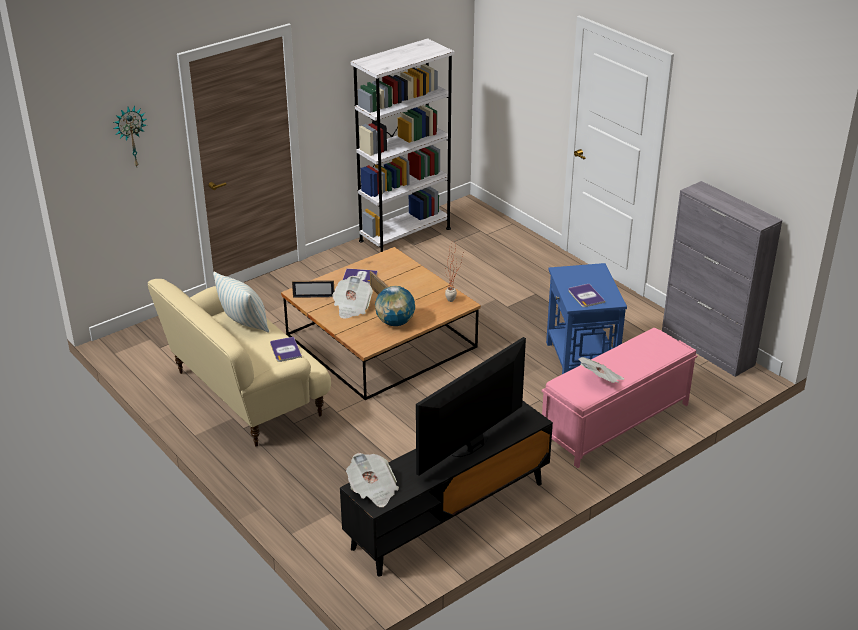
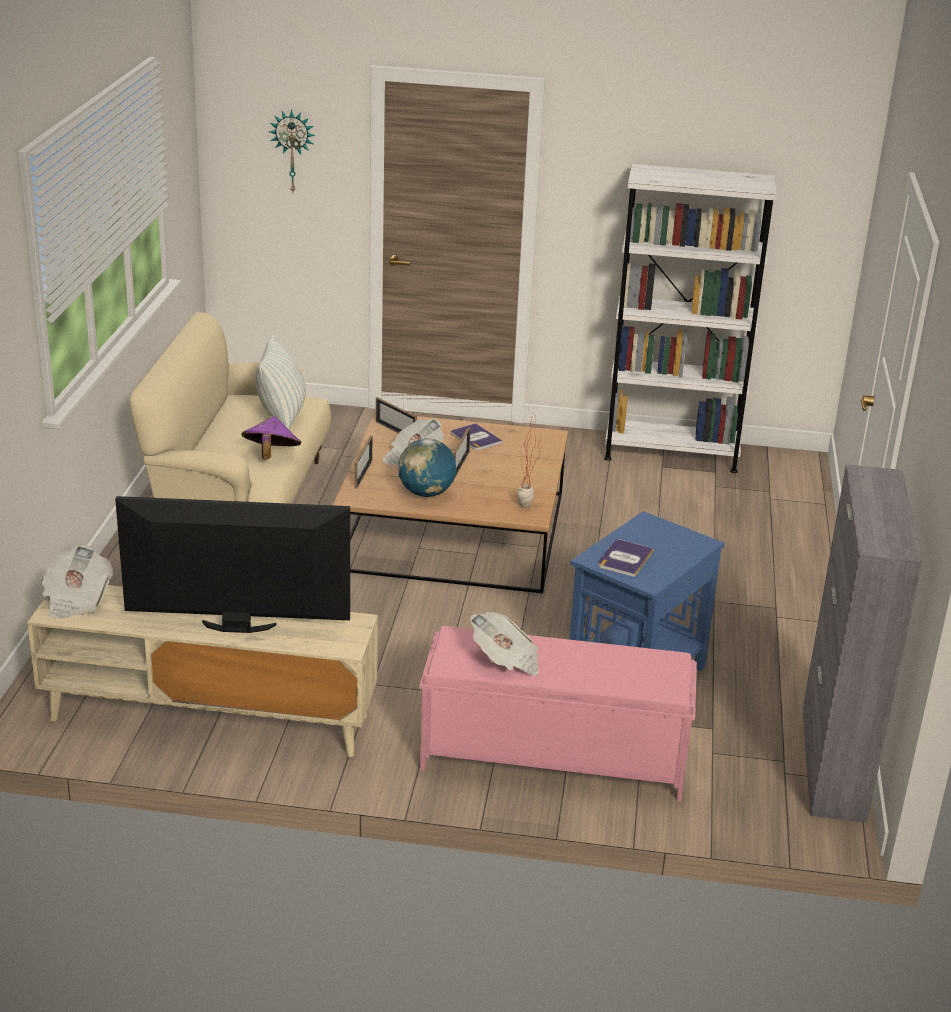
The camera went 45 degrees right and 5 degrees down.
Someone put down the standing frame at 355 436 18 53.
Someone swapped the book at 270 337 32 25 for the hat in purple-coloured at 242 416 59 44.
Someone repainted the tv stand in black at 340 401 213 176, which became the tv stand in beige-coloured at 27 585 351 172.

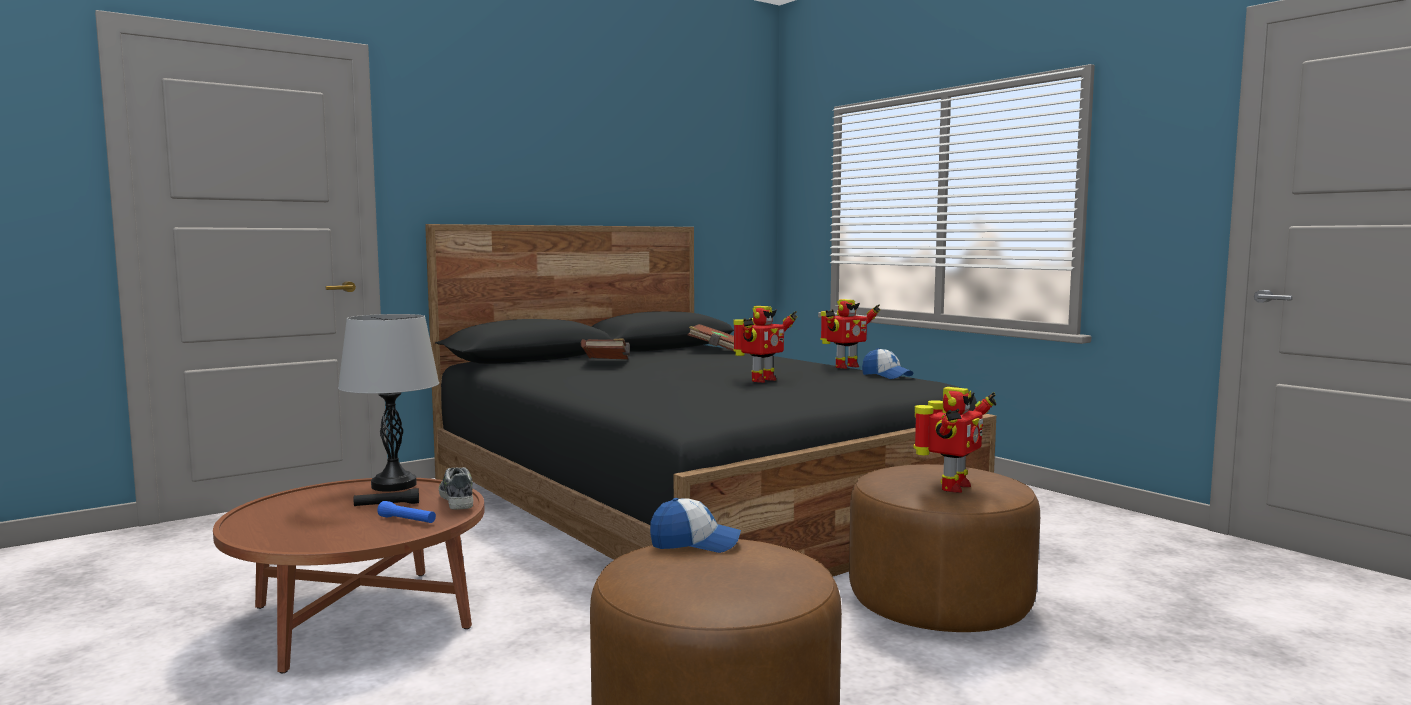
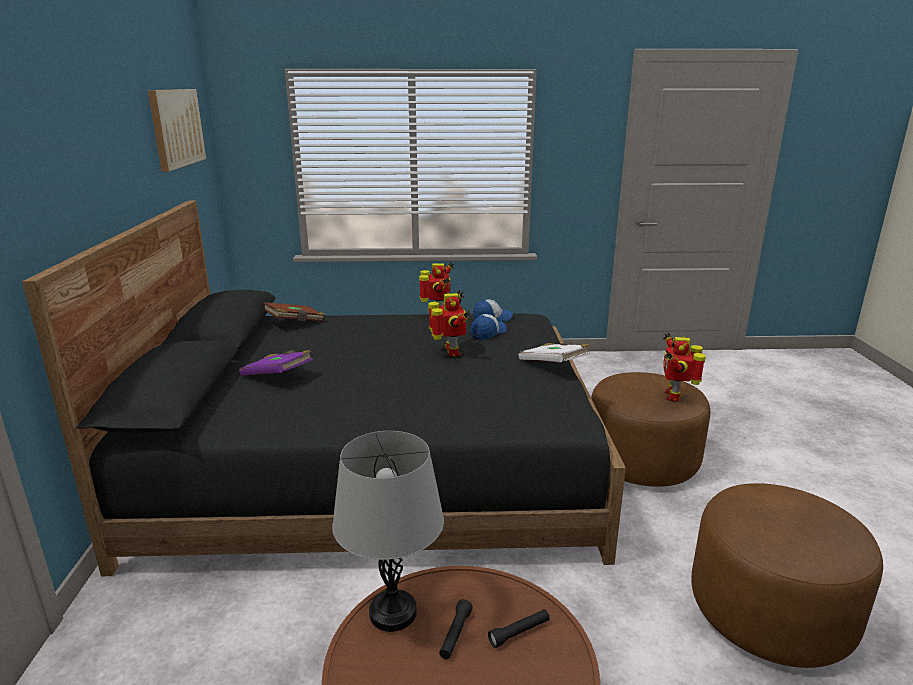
The camera went 55 degrees left and 15 degrees up.
Someone took away the low shoe at 439 467 34 43.
Someone put up the picture at 148 89 58 83.
Someone put down the book in white at 518 342 72 20.
Someone carried the cap from 650 498 91 55 to 471 314 36 26.
Someone repainted the flashlight in blue at 377 501 59 22, which became the flashlight in black at 488 609 62 39.
Someone repainted the book in brownish at 581 338 49 22, which became the book in purple-coloured at 239 350 74 26.
Someone rotated the model robot at 914 387 82 106 by 150 degrees counterclockwise.

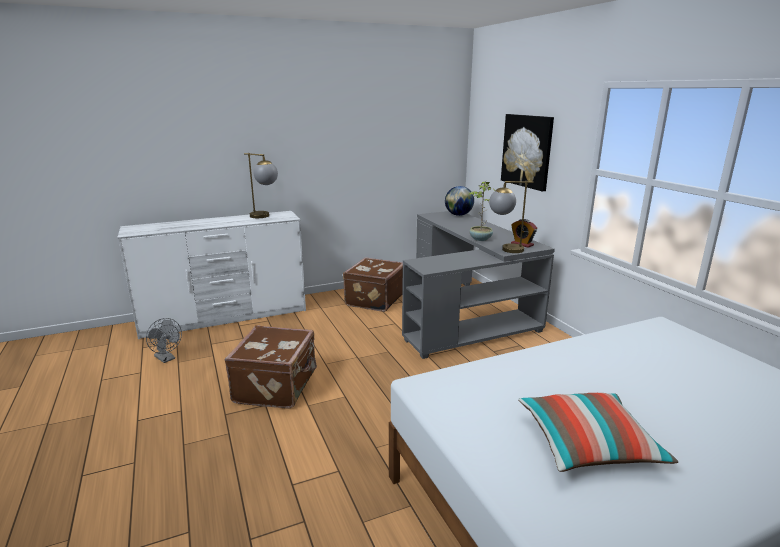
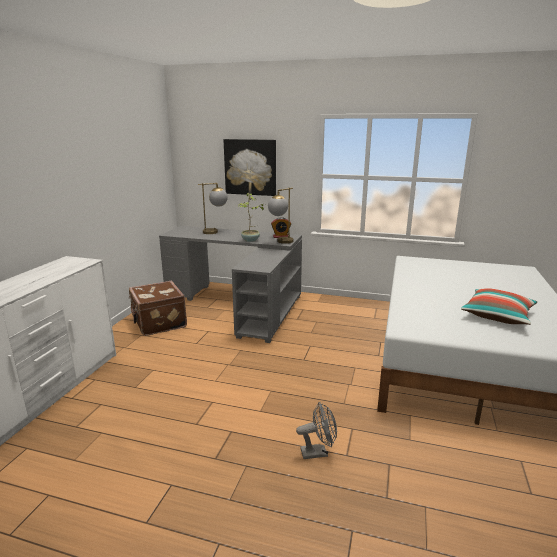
The camera went 50 degrees left and 0 degrees up.
Someone took away the suitcase in brownish at 225 325 92 84.
Someone took away the desk globe at 445 186 29 30.
Someone carried the electric fan in greyish from 146 318 36 45 to 296 402 41 57.
Someone carried the lamp for a table from 244 153 34 65 to 198 183 30 51.

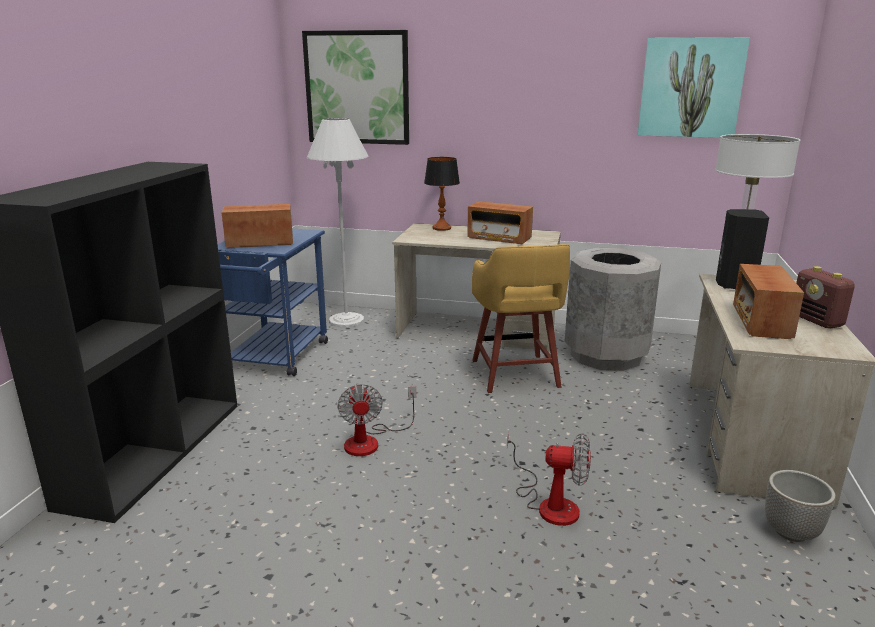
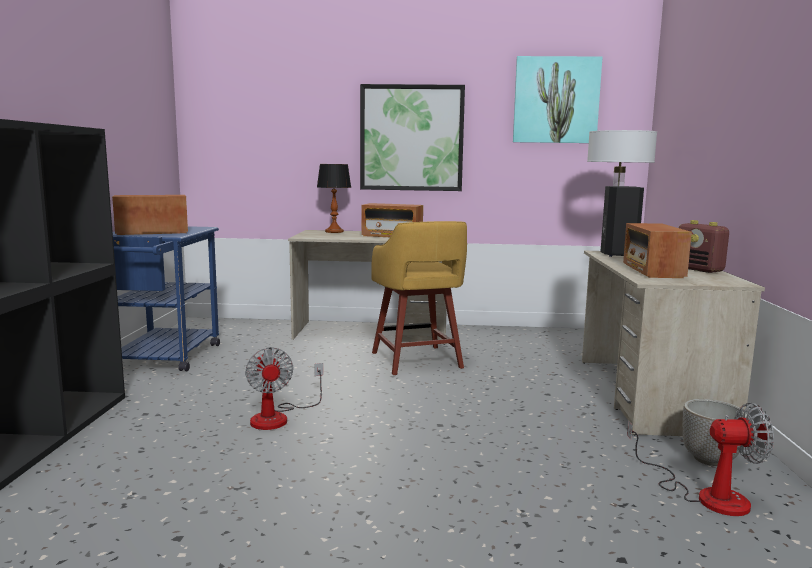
The camera went 10 degrees left and 10 degrees down.
Someone took away the floor lamp in white at 307 118 61 209.
Someone took away the trash can in greyish at 565 248 96 123.
Someone carried the picture from 302 30 107 115 to 360 84 105 107.
Someone carried the electric fan from 507 432 84 94 to 627 403 147 113.

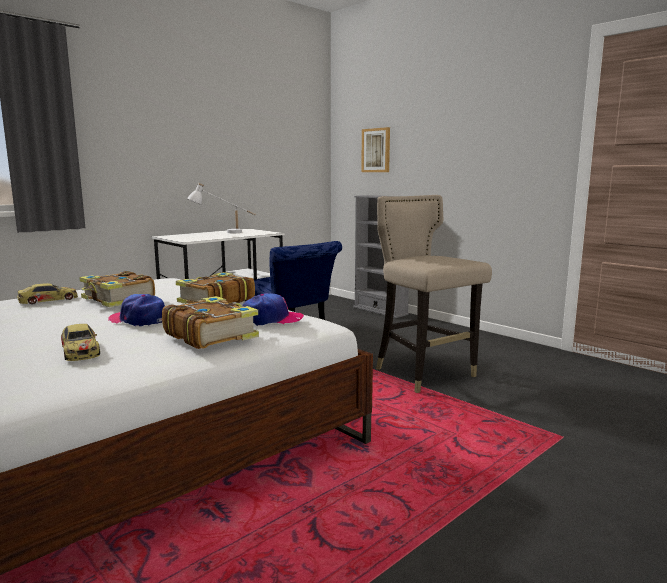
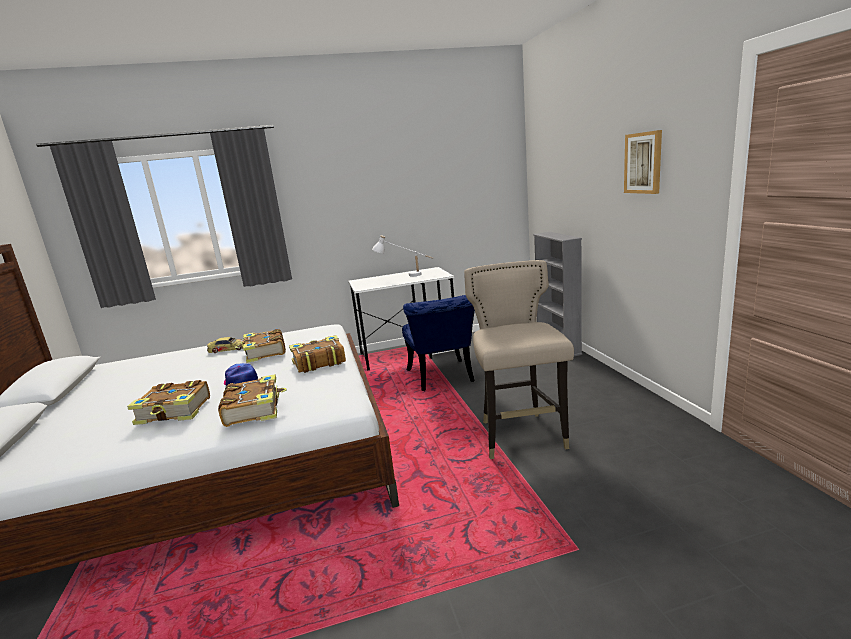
The camera went 30 degrees right and 5 degrees up.
Someone took away the cap at 242 293 62 33.
Someone carried the picture from 361 127 29 45 to 624 130 38 64.
Someone swapped the miniature car at 61 324 39 37 for the book at 127 380 83 45.

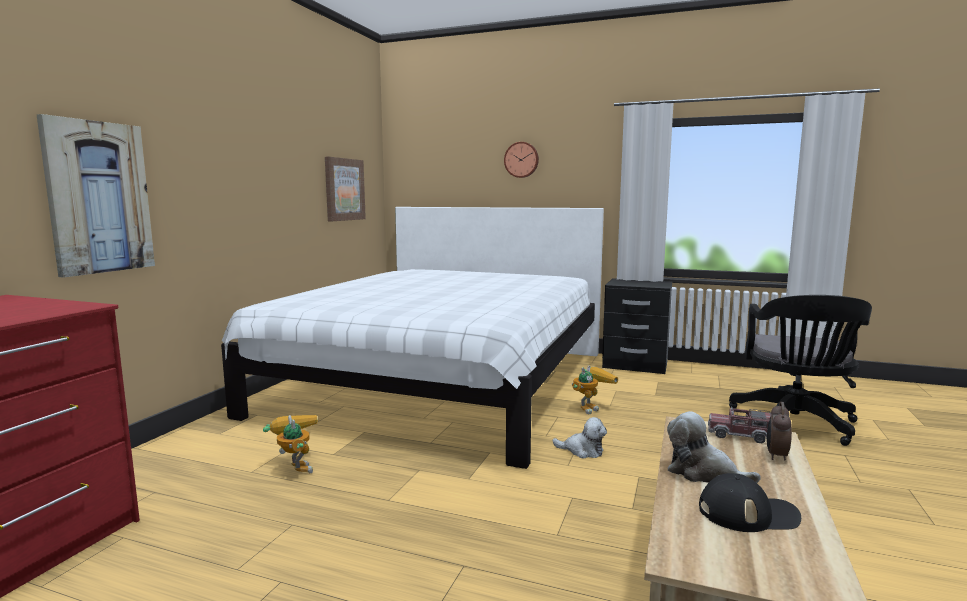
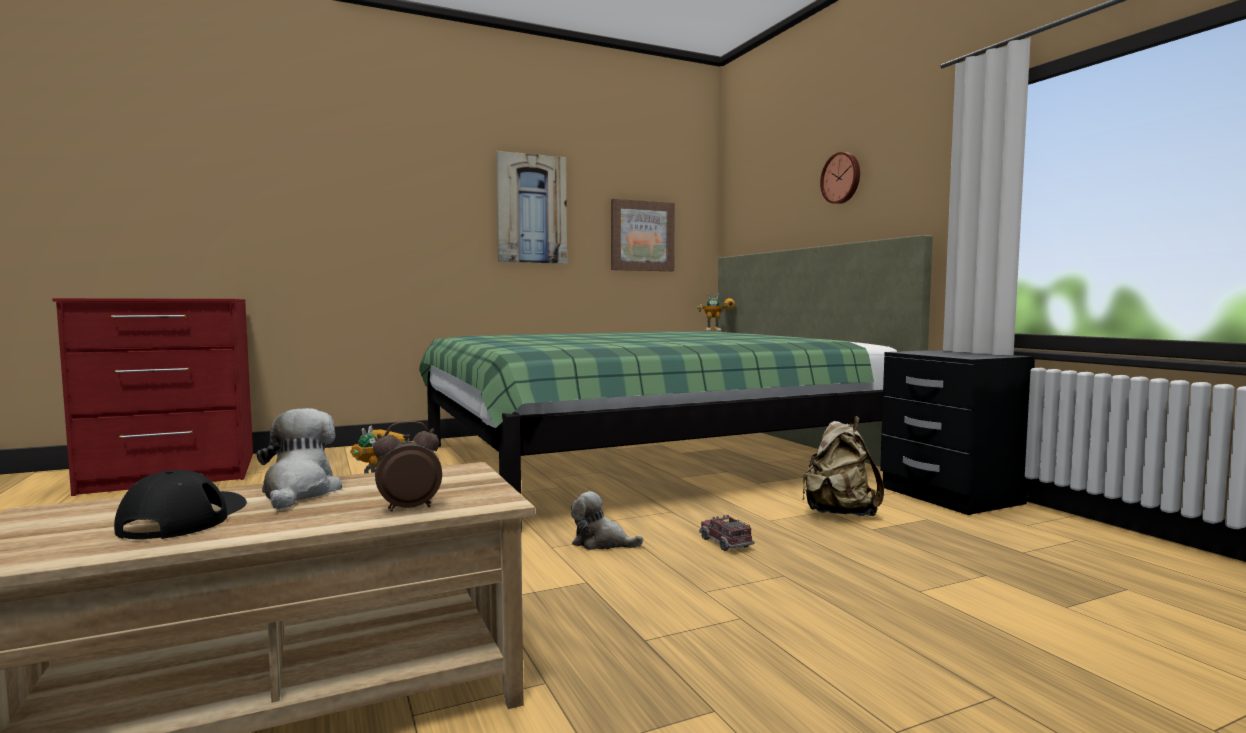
The camera went 45 degrees right and 5 degrees down.
Someone took away the computer chair in black at 729 295 143 151.
Someone put down the knapsack in beige-coloured at 802 416 82 100.
Someone carried the picture from 37 114 118 164 to 496 151 71 113.
Someone carried the model robot from 572 365 46 49 to 697 293 38 39.
Someone carried the toy truck from 708 407 64 37 to 699 514 56 37.
Someone repainted the sleeping bed in white at 221 207 383 262, which became the sleeping bed in green at 419 235 514 297.
Someone rotated the soft toy at 552 417 55 42 by 135 degrees clockwise.
Someone rotated the cap in black at 699 473 102 59 by 135 degrees counterclockwise.

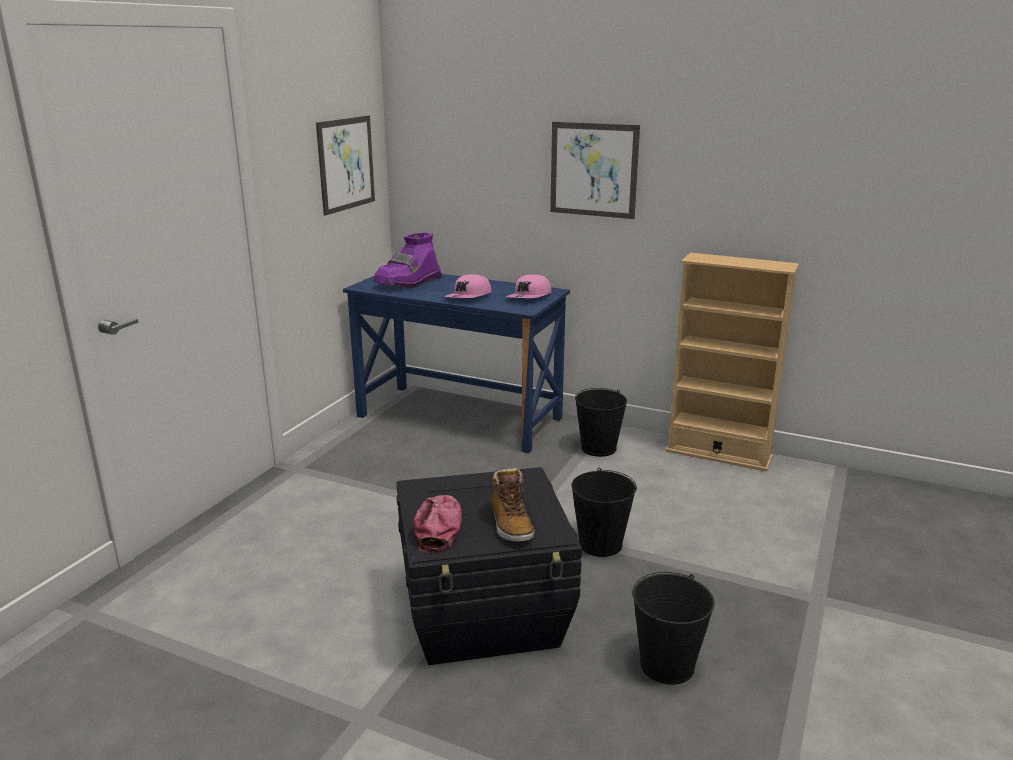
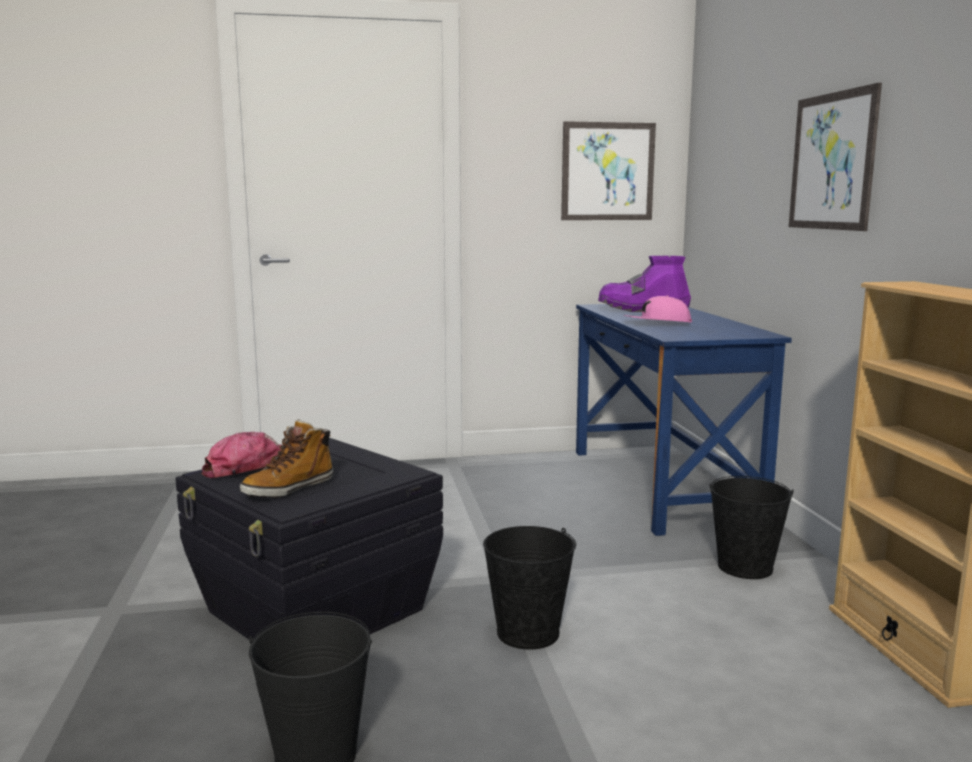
The camera went 55 degrees right and 10 degrees down.
Someone took away the cap in pink at 506 274 46 24.

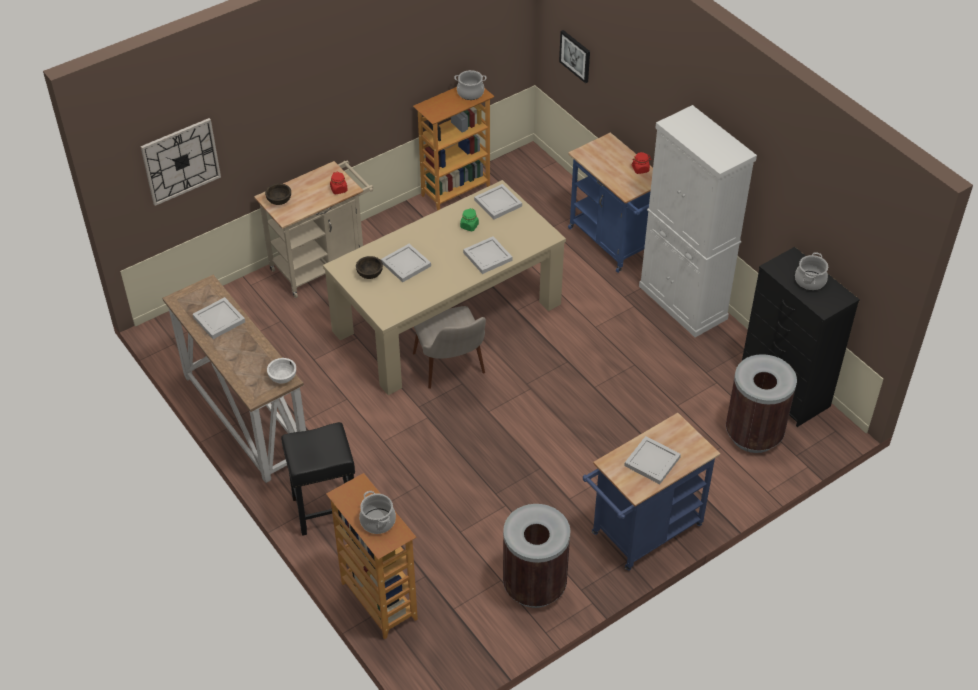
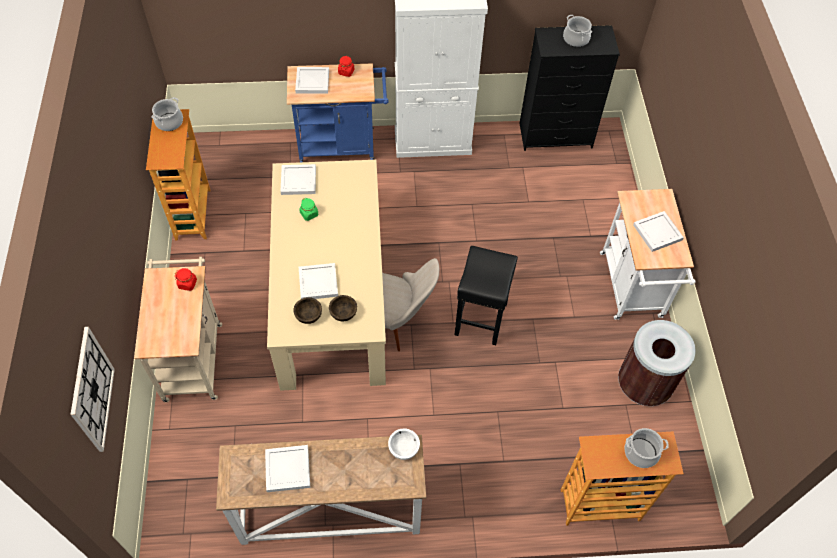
The camera went 60 degrees left and 10 degrees up.
Someone took away the picture at 559 30 31 53.
Someone took away the trash can in brownish at 726 354 71 99.
Someone carried the serving bowl in brownish from 265 183 26 22 to 329 295 28 26.
Someone carried the stool in black from 281 422 74 114 to 454 246 64 99.
Someone carried the carrying tray in white from 463 236 50 38 to 295 67 34 27.
Someone repainted the cart in blue at 583 413 137 158, which became the cart in white at 600 189 96 131.

